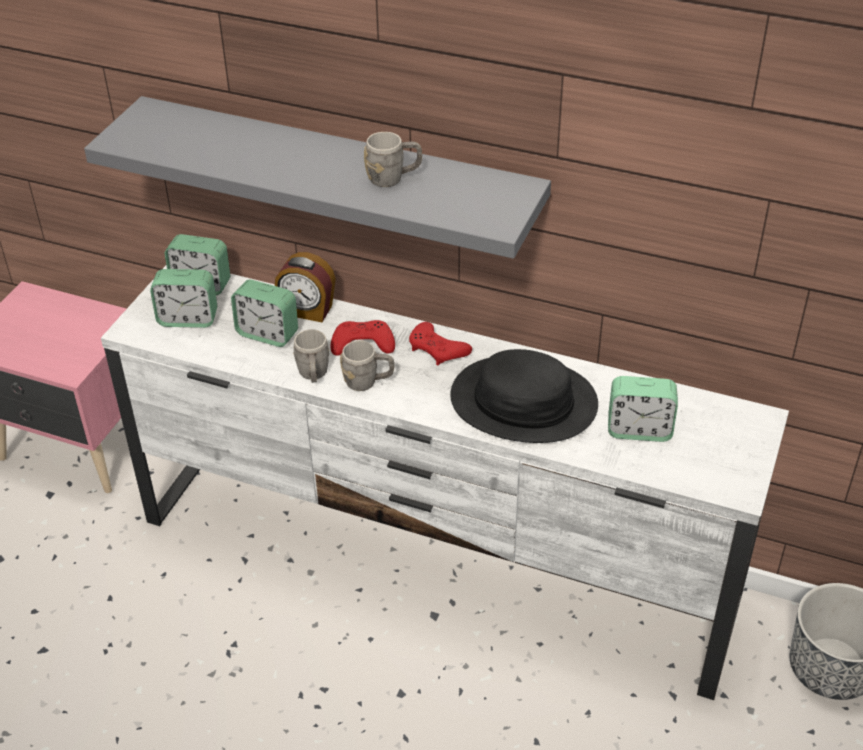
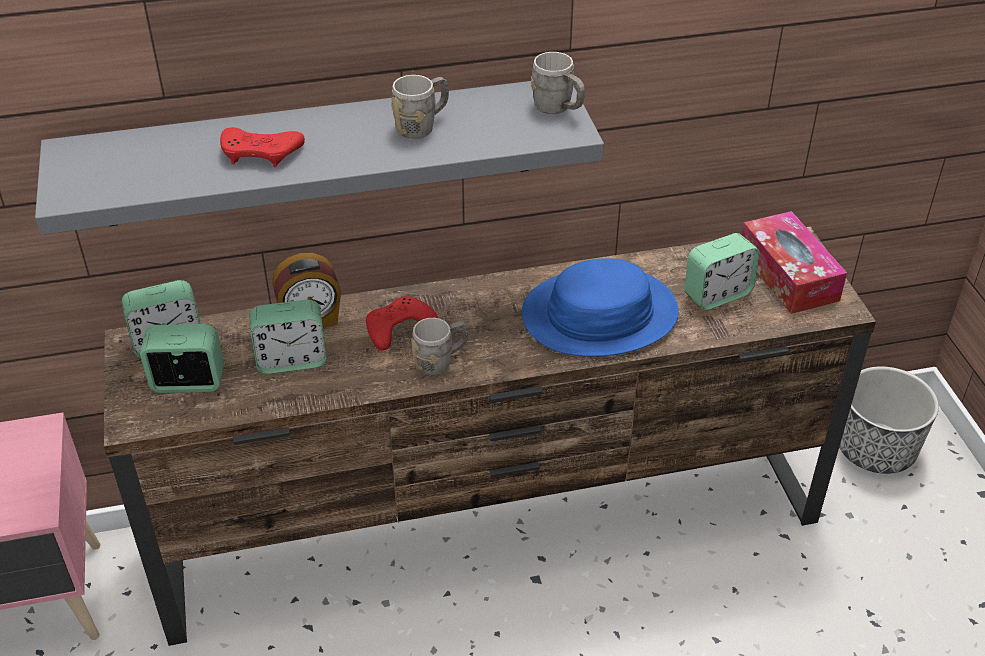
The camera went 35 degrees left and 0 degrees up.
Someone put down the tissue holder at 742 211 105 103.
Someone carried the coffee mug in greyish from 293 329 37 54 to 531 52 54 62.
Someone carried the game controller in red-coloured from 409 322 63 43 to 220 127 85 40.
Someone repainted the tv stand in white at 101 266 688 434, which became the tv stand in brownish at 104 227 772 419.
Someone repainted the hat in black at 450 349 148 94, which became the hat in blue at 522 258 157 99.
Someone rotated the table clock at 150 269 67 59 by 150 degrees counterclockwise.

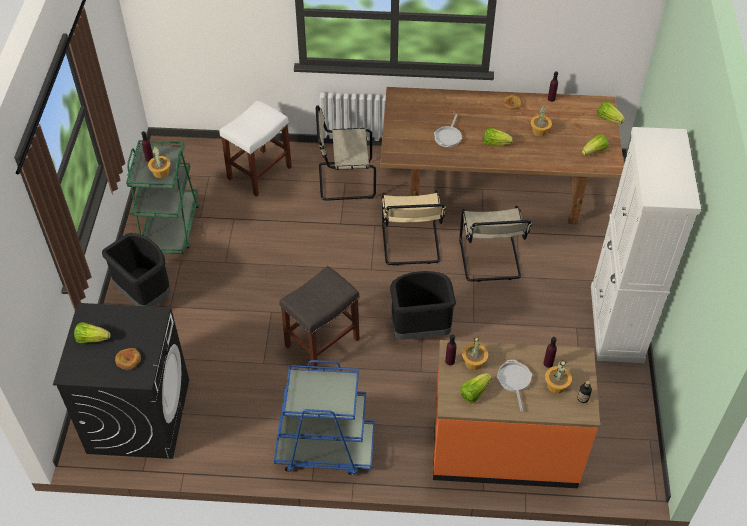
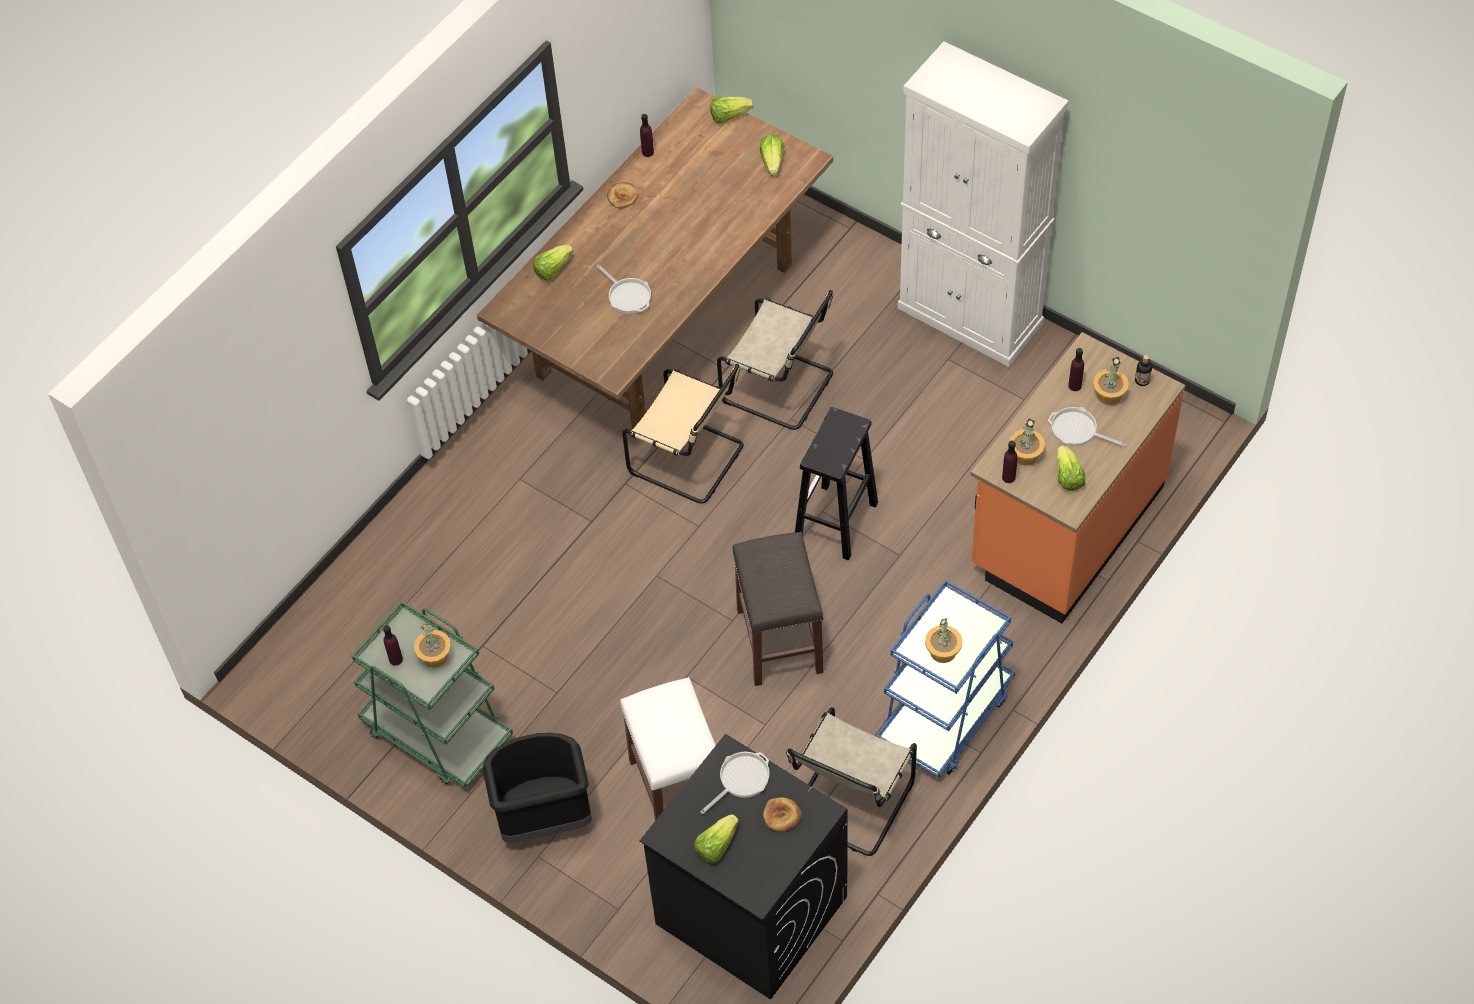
The camera went 55 degrees left and 5 degrees up.
Someone put down the frying pan at 700 752 70 62.
Someone carried the stool in white from 219 100 73 97 to 620 677 96 144.
Someone carried the plain chair in beige-coloured from 316 105 60 96 to 786 707 131 149.
Someone carried the lettuce head from 483 128 30 17 to 533 245 40 36.
Someone carried the plant in a pot from 530 105 22 32 to 925 618 38 45.
Someone swapped the trash can in black at 390 271 66 69 for the stool in black at 795 407 83 154.

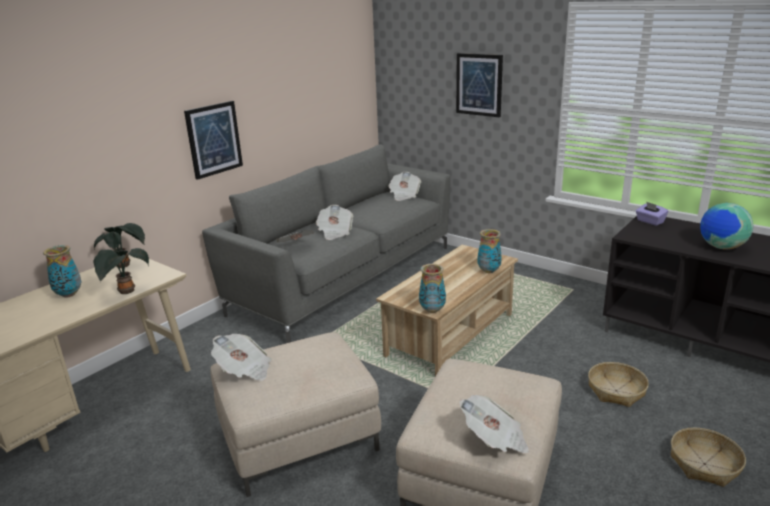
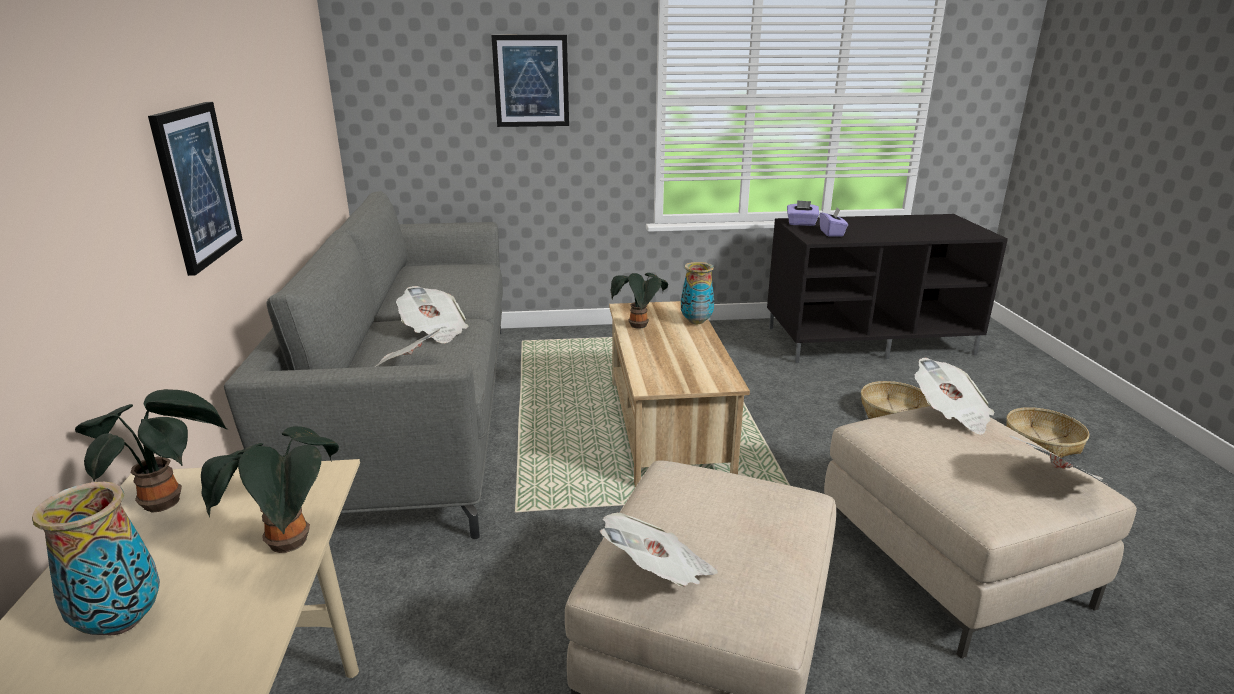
The camera went 45 degrees left and 0 degrees up.
Someone took away the vase at 419 264 27 49.
Someone took away the desk globe at 700 203 53 46.
Someone put down the plant in a pot at 611 273 57 56.
Someone put down the tissue holder in purple-coloured at 820 208 28 29.
Someone carried the daily paper from 389 172 32 29 to 915 358 79 77.

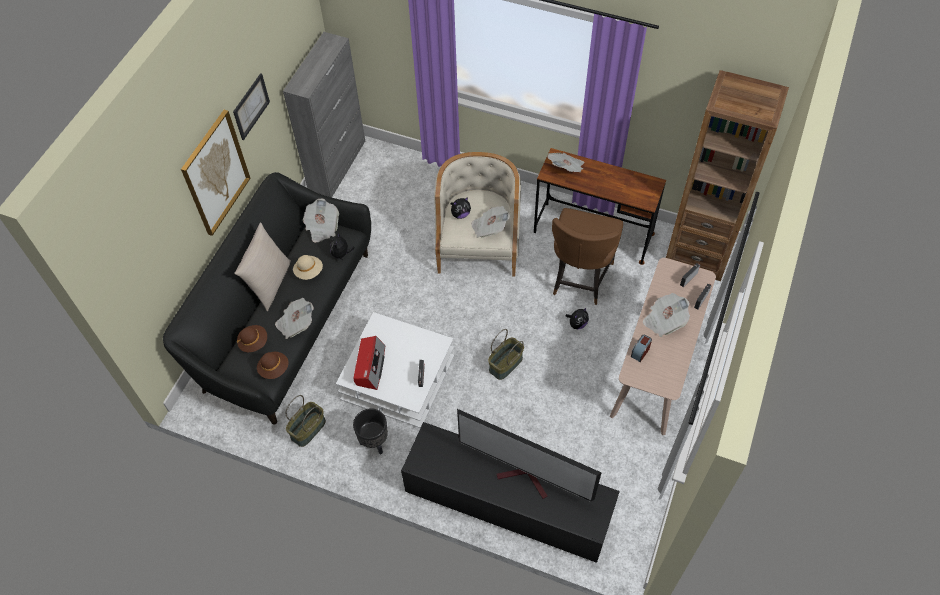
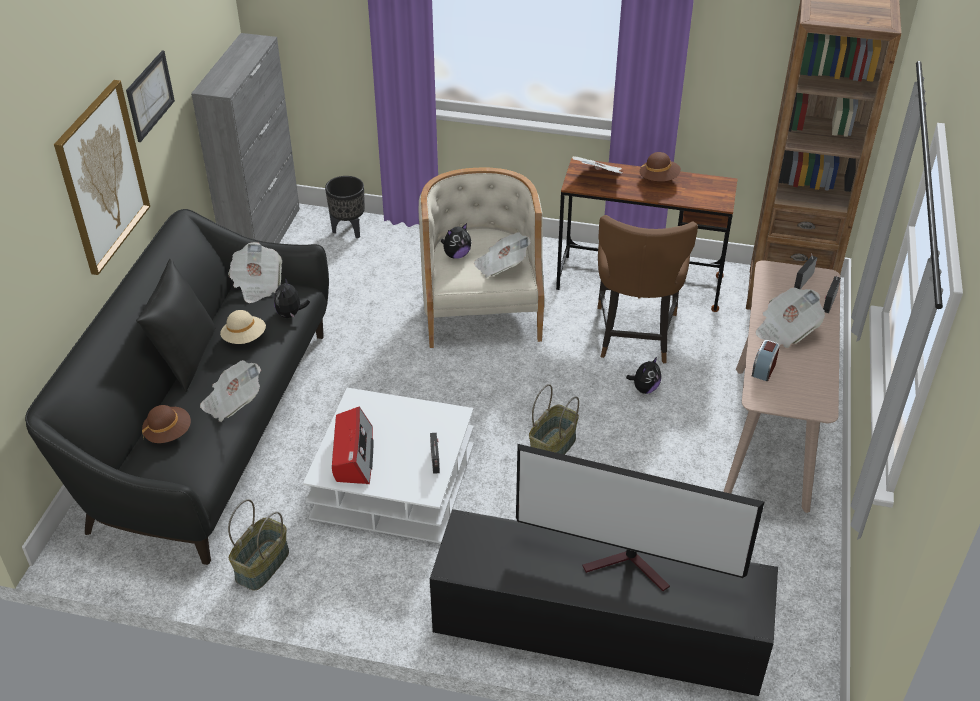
The camera went 10 degrees left and 15 degrees down.
Someone carried the hat in brownish from 257 352 32 27 to 640 152 41 29.
Someone carried the planter in black from 353 408 35 47 to 325 176 40 63.
Someone repainted the pillow in beige-coloured at 234 223 57 89, which became the pillow in black at 136 259 79 133.

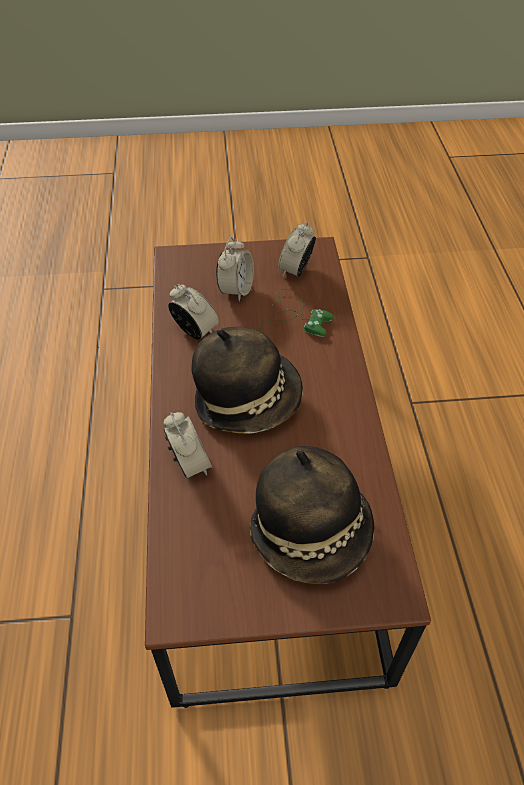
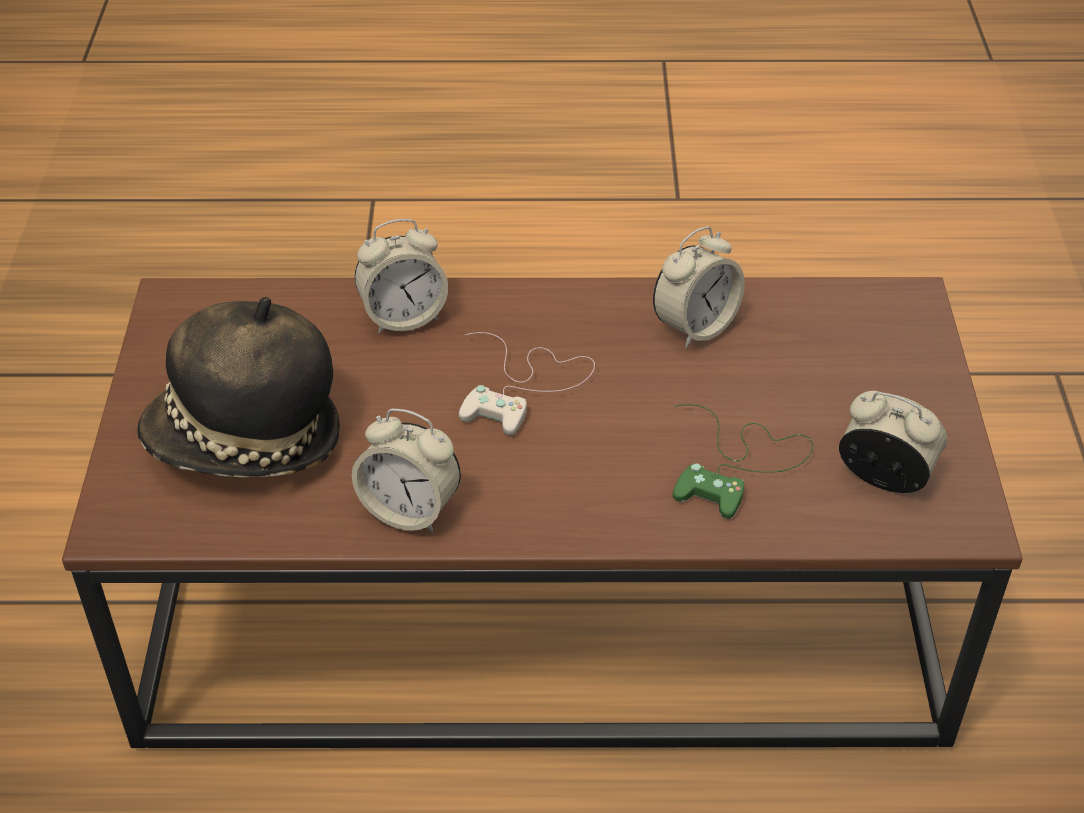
The camera went 95 degrees right and 5 degrees down.
Someone carried the table clock from 216 237 38 64 to 352 409 109 124.
Someone swapped the hat at 191 327 112 107 for the game controller in white at 459 332 136 103.

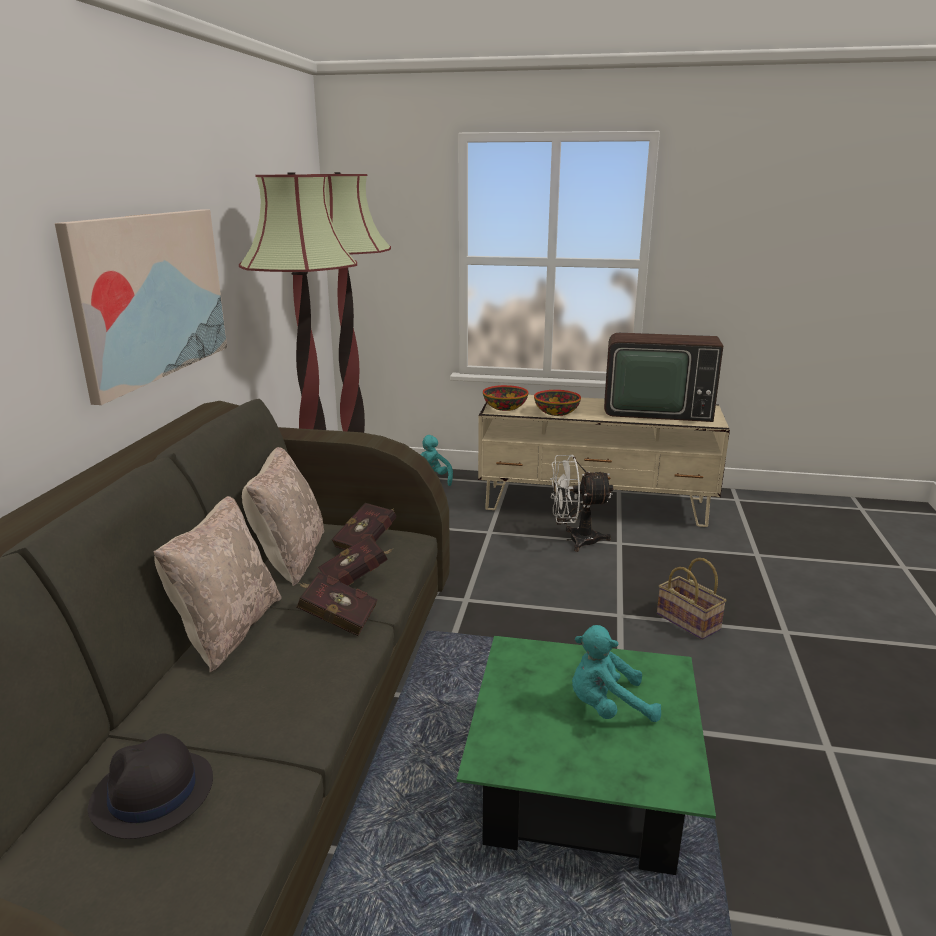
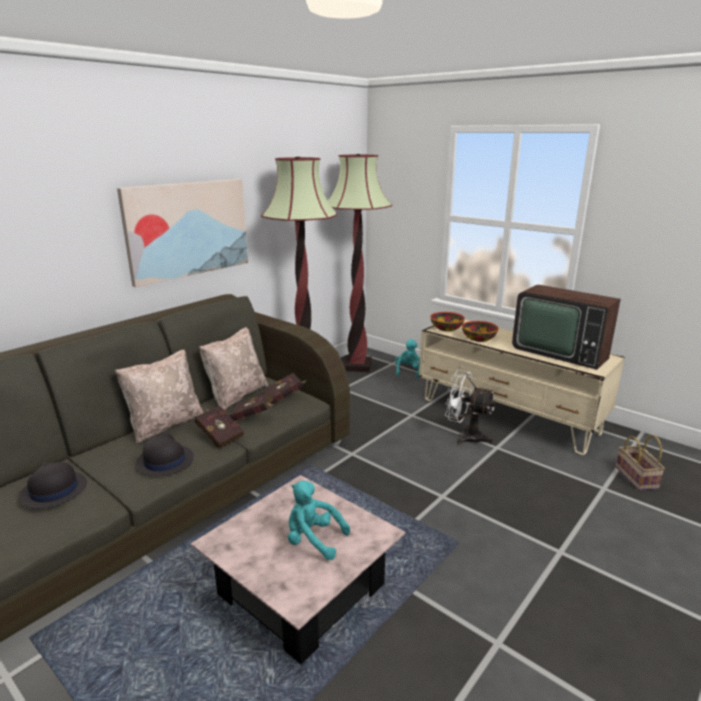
The camera went 30 degrees right and 0 degrees up.
Someone put down the hat in black at 135 434 59 43.
Someone carried the household basket from 657 558 70 82 to 615 435 50 55.
Someone repainted the lounge table in green at 457 636 259 239, which became the lounge table in pink at 191 475 215 189.

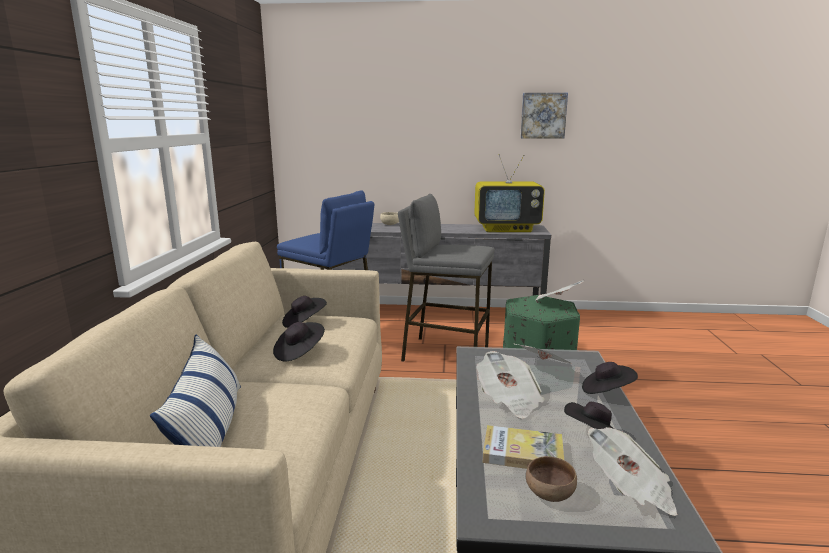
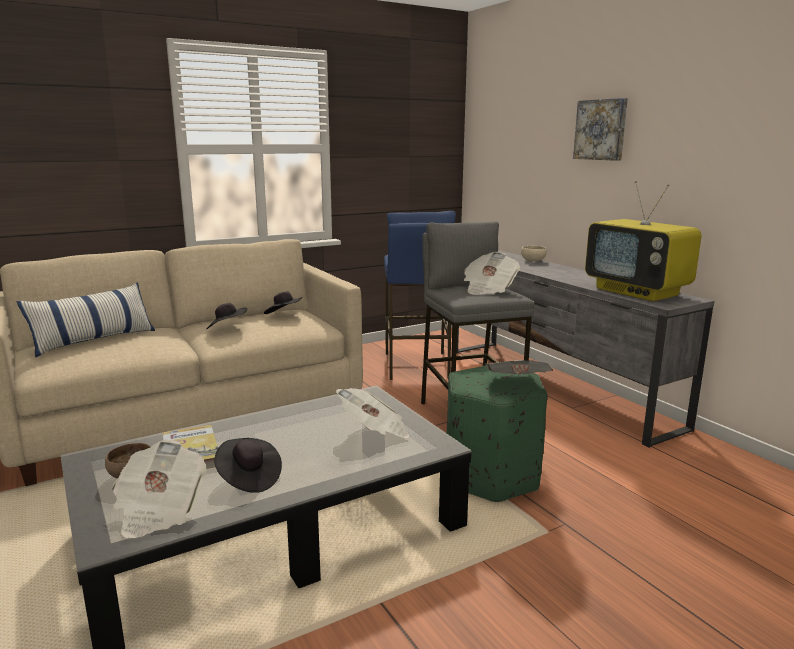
The camera went 55 degrees right and 0 degrees up.
Someone took away the hat in black at 582 362 56 32.
Someone carried the daily paper from 476 351 68 68 to 464 252 56 43.
Someone carried the picture from 520 93 48 46 to 573 98 55 63.

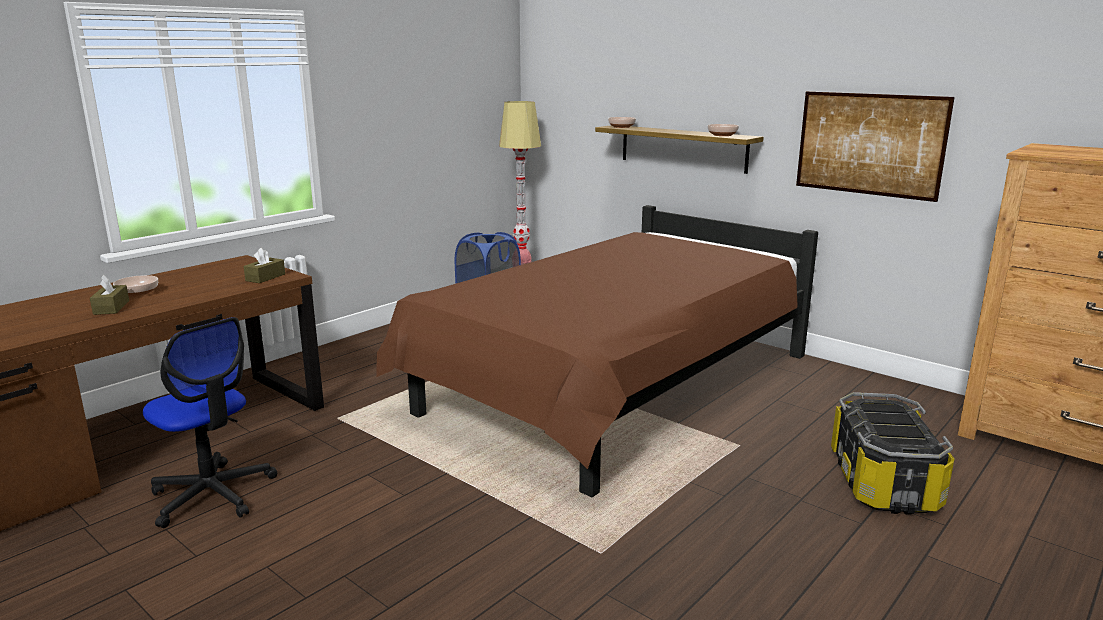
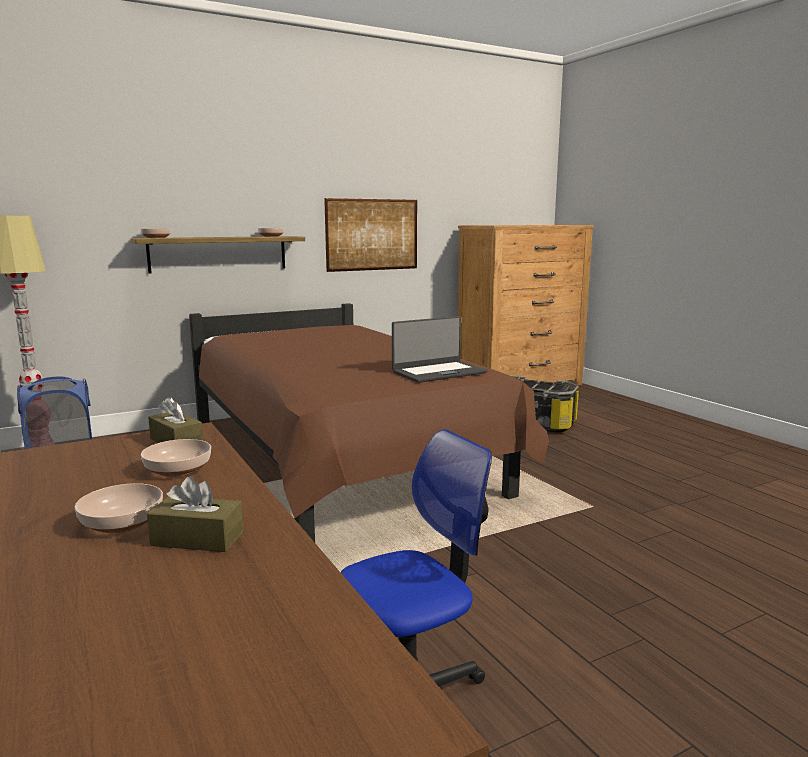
The camera went 70 degrees left and 5 degrees down.
Someone put down the serving bowl at 141 439 70 38.
Someone put down the laptop at 392 316 95 67.

